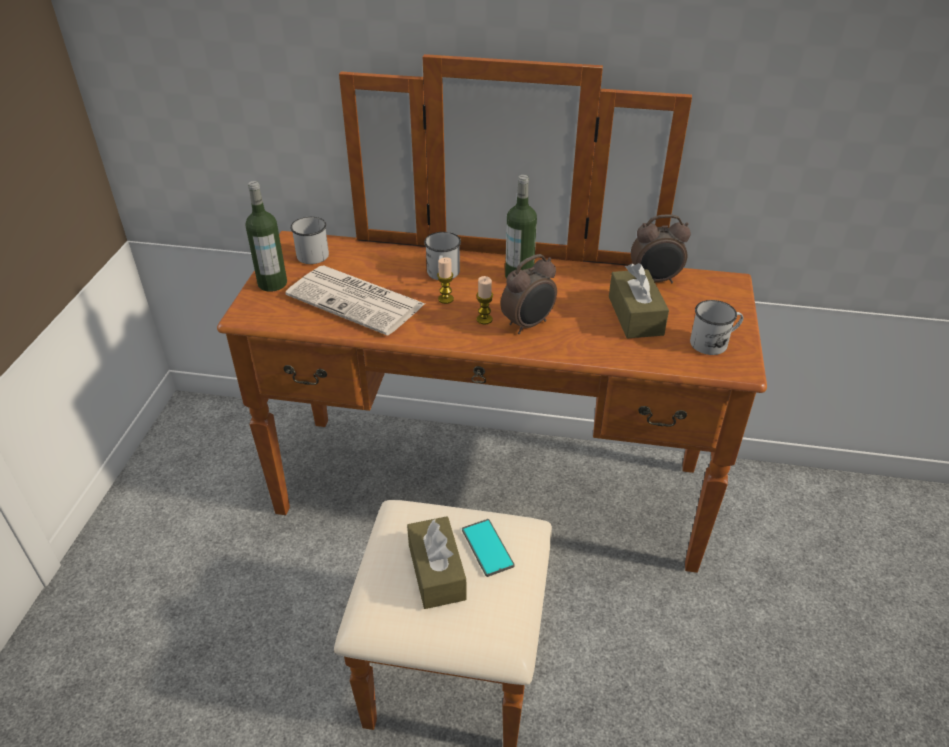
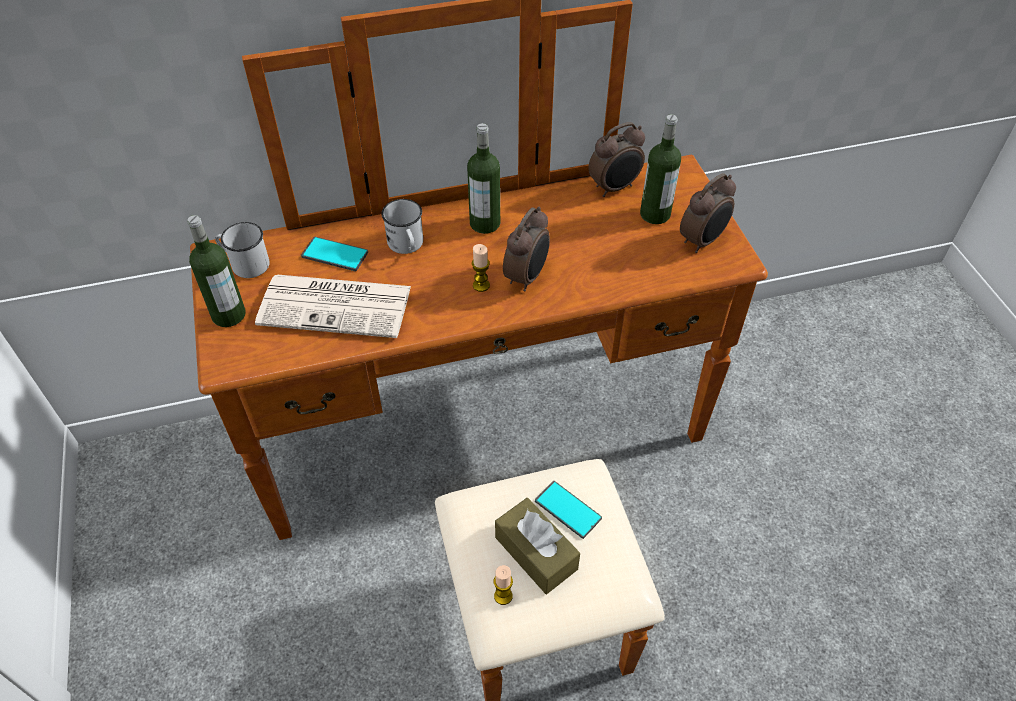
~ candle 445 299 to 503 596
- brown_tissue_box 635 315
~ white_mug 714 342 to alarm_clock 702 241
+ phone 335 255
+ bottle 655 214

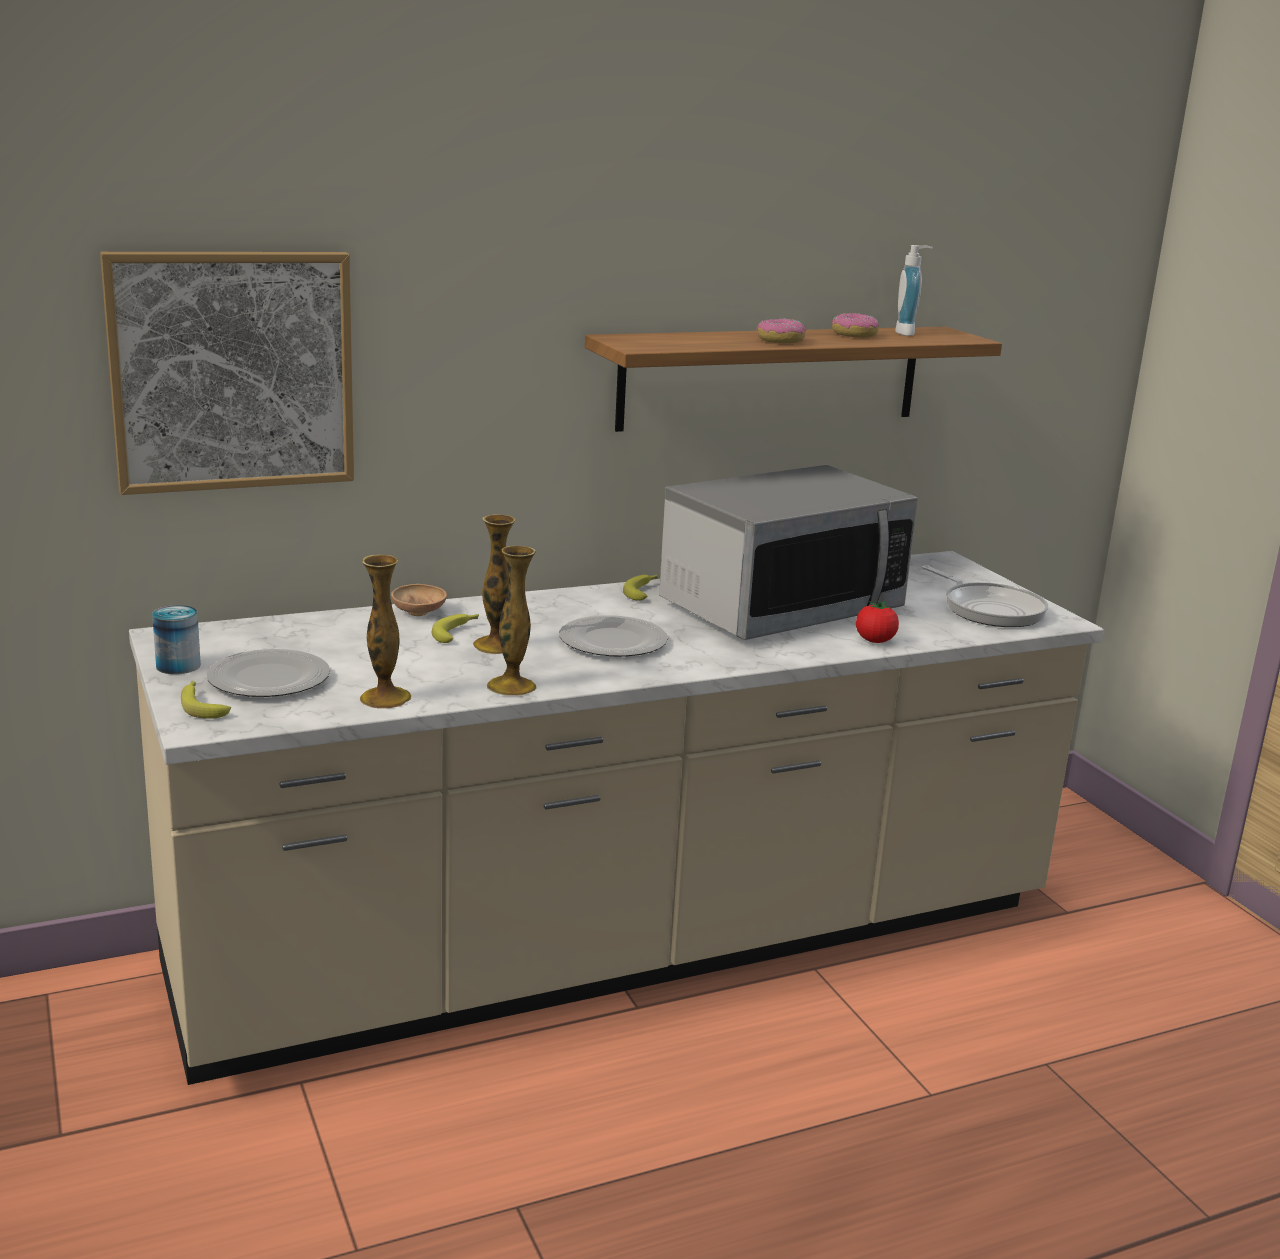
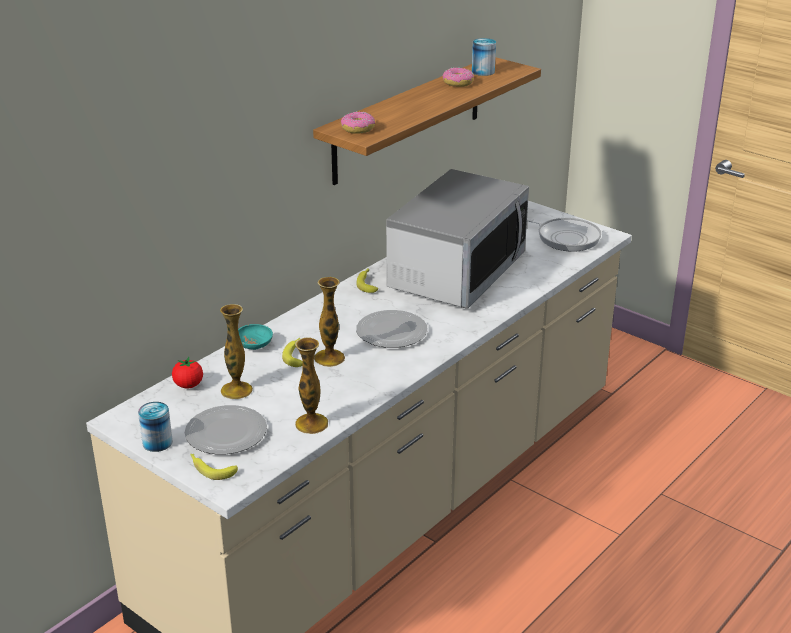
- picture 232 371
~ brown_bowl 419 612 to turquoise_bowl 254 345
~ vase 511 686 to 236 390
~ donut 780 340 to 358 129
~ tomato 875 641 to 188 385
~ soap_dispenser 908 333 to can 483 71

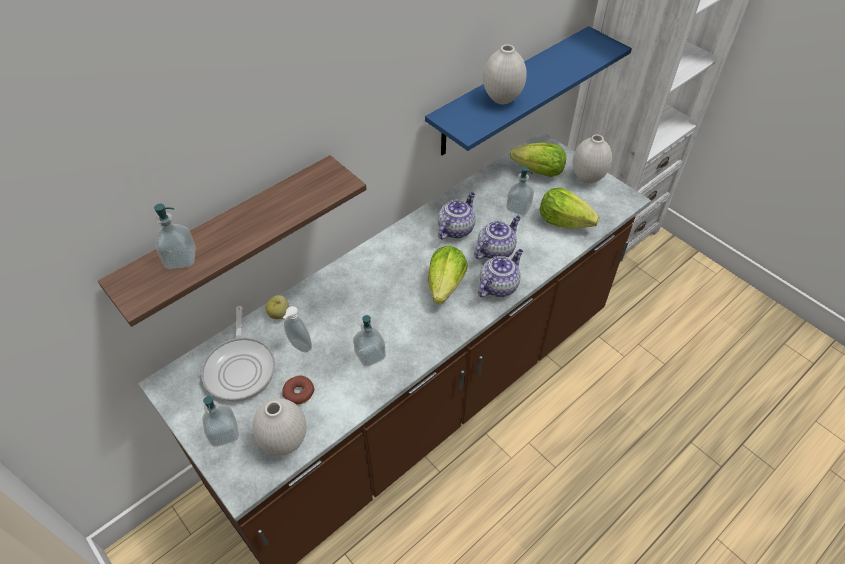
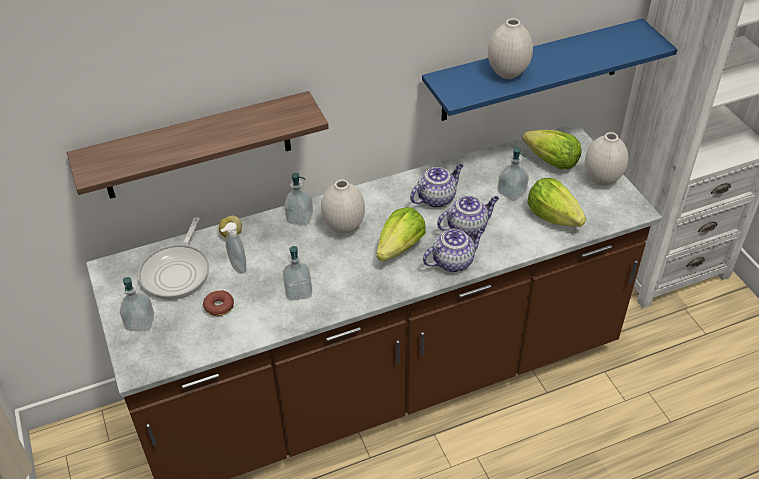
~ soap_dispenser 181 259 to 299 218
~ white_vase 284 441 to 343 227

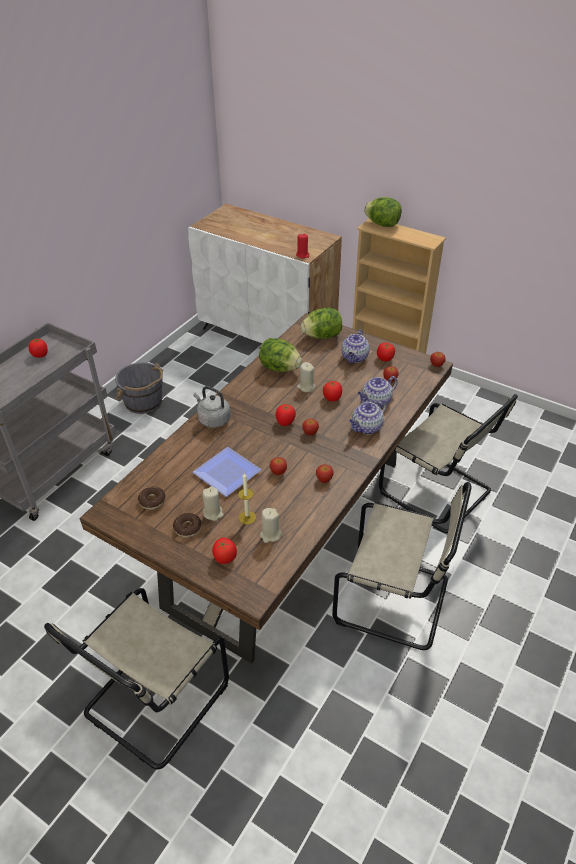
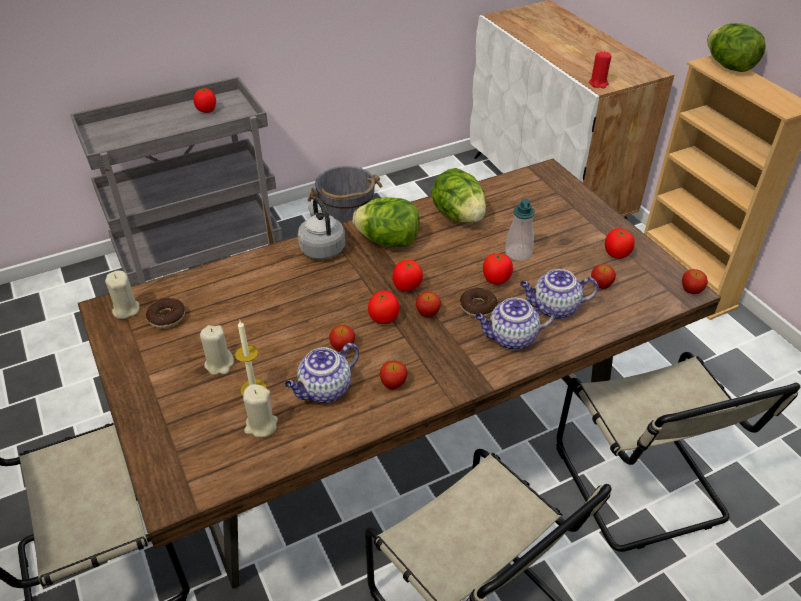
~ donut 188 528 to 478 307
- plate 227 471
~ tomato 225 558 to 383 318
~ beige_candle 306 387 to 126 309
~ lettuce 322 336 to 388 241
~ teapot 355 358 to 324 390
+ soap_dispenser 518 253

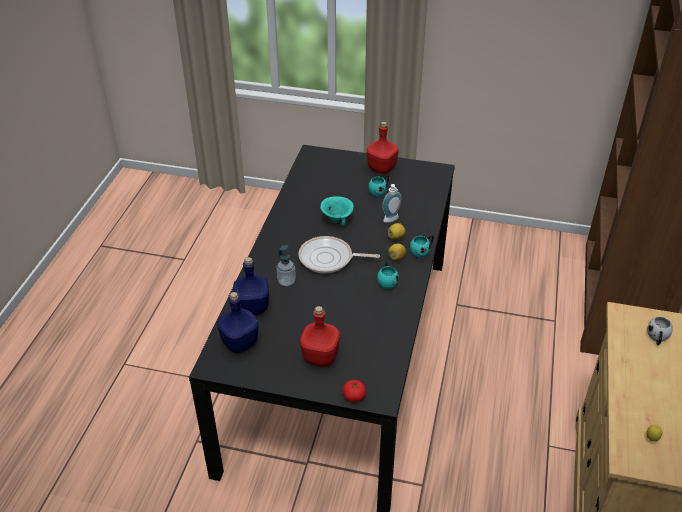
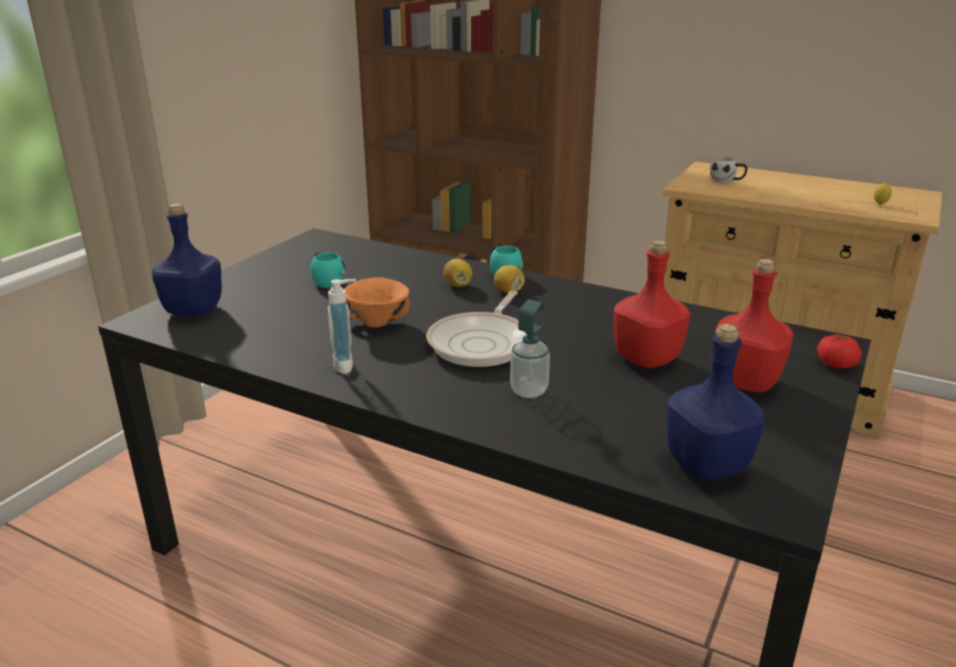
~ blue_bottle 253 308 to 195 310
~ turquoise_bowl 336 220 to orange_bowl 376 323
~ red_bottle 381 168 to 648 359
- turquoise_mug 387 281
~ soap_dispenser 392 220 to 347 364

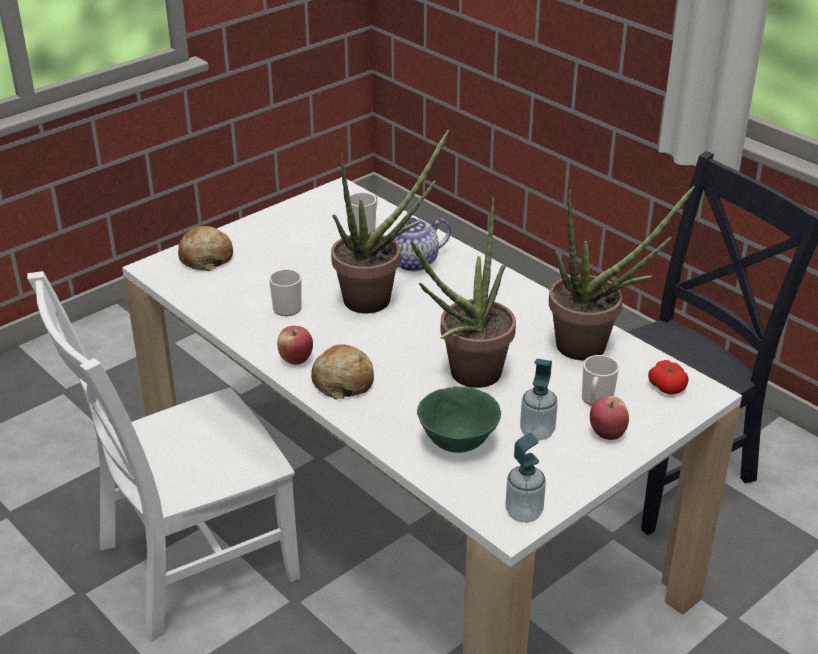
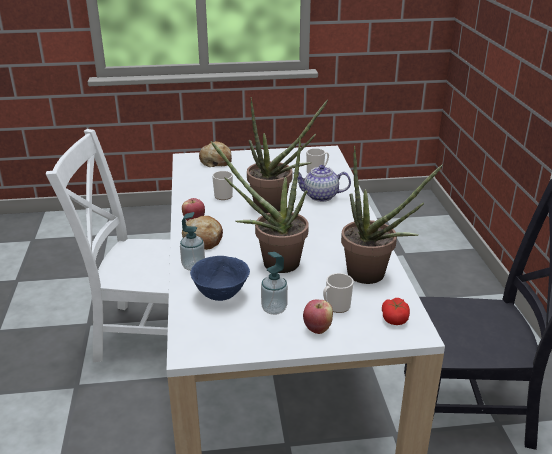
~ green_bowl 458 443 to blue_bowl 221 295
~ soap_dispenser 524 513 to 193 266

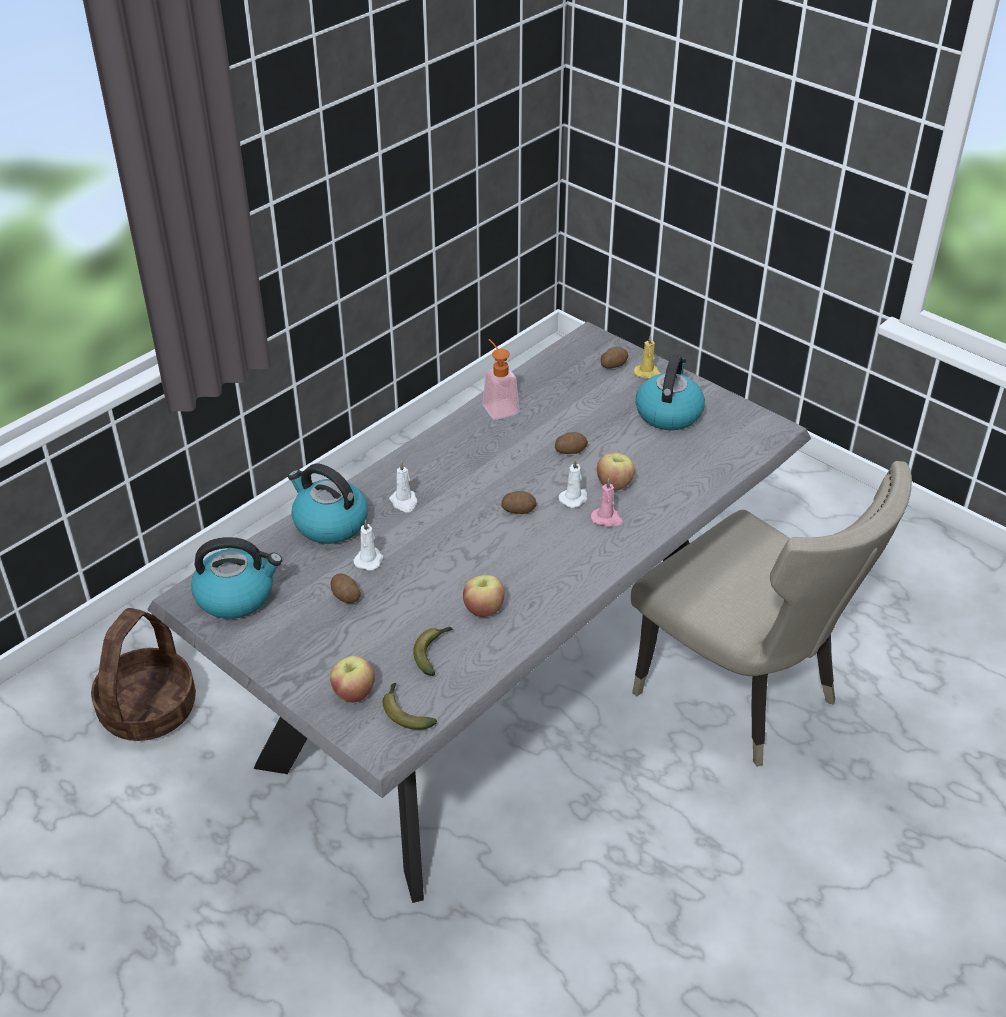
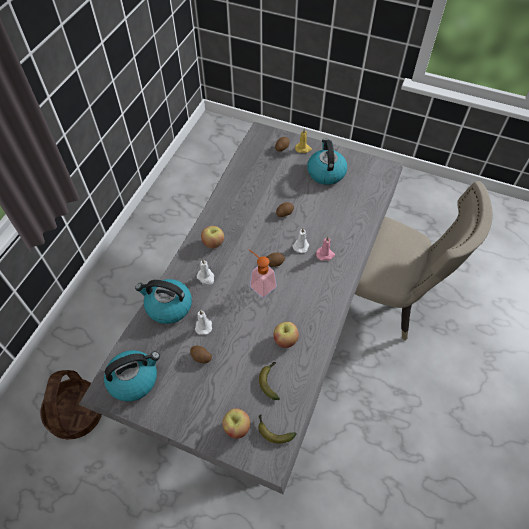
~ soap_dispenser 498 406 to 260 284
~ apple 615 484 to 213 243

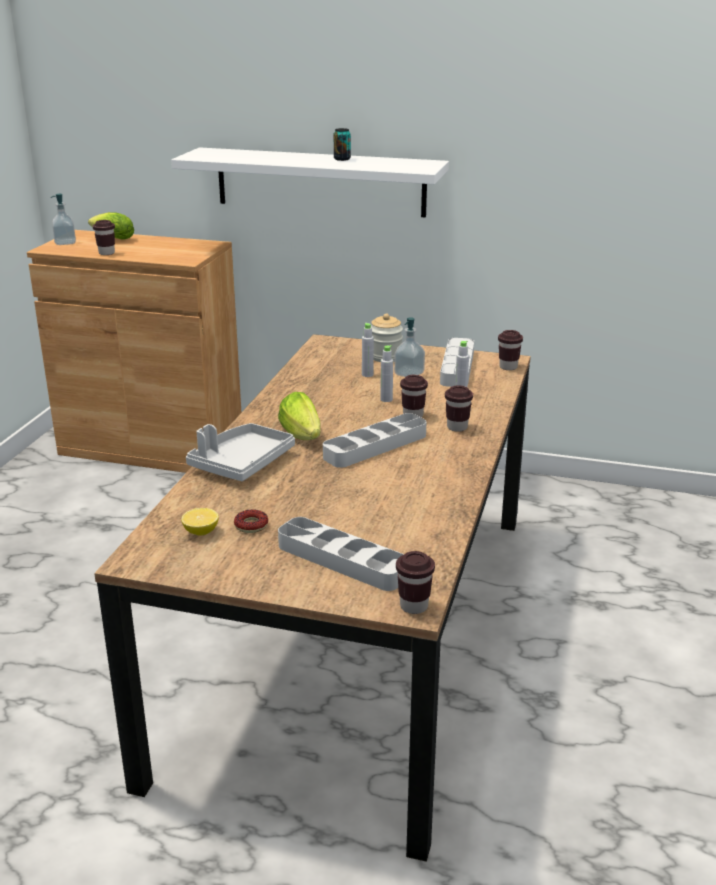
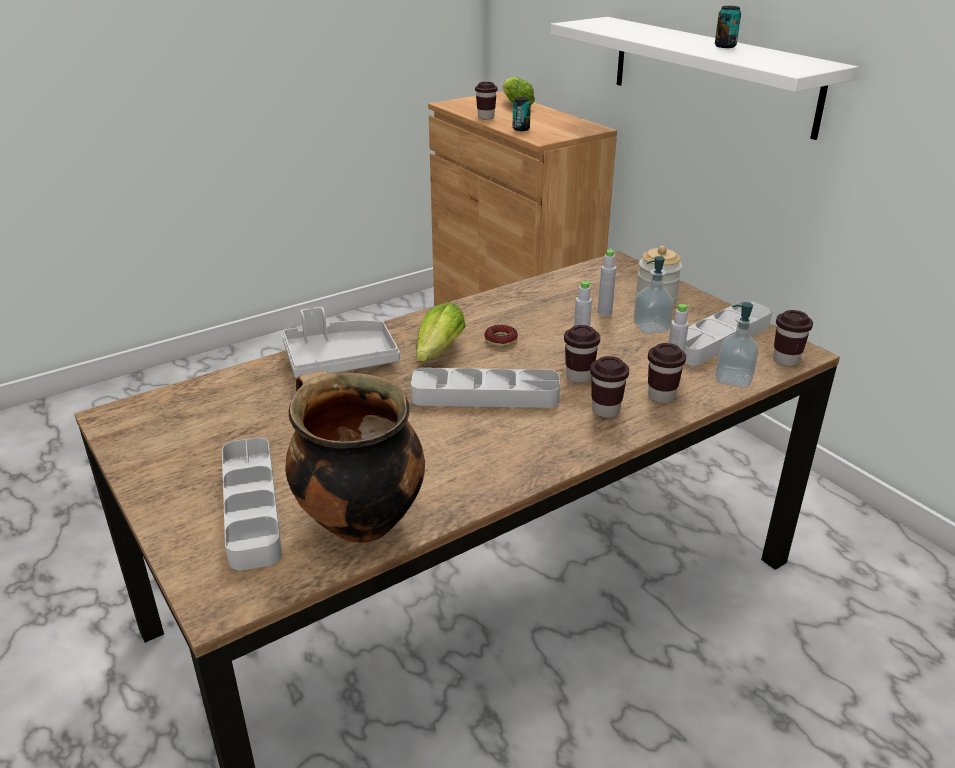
~ soap_dispenser 65 243 to 733 379
- lemon 201 532
~ donut 251 525 to 501 340
~ brown_cup 414 606 to 661 396
+ cooking_pot 357 520
+ can 521 129

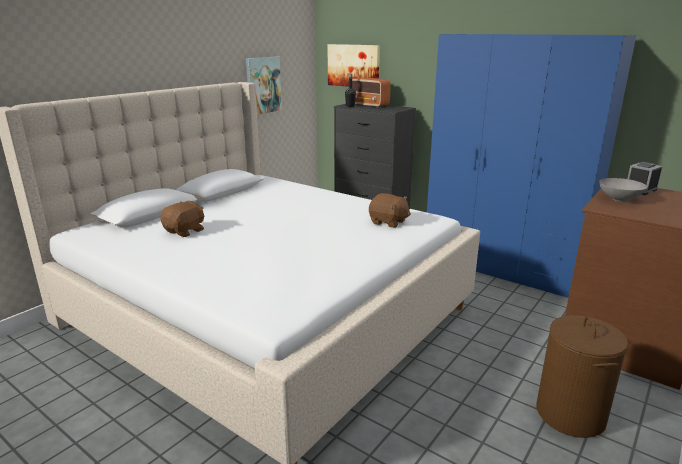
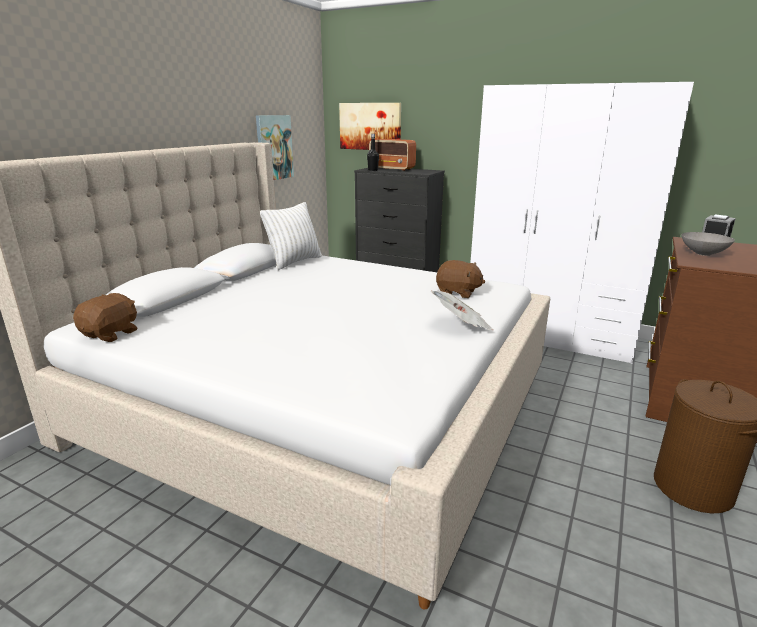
~ brown_plush_toy 185 231 to 111 334
~ blue_wardrobe 502 267 to white_wardrobe 548 335
+ white_pillow 294 262
+ newspaper 461 325

